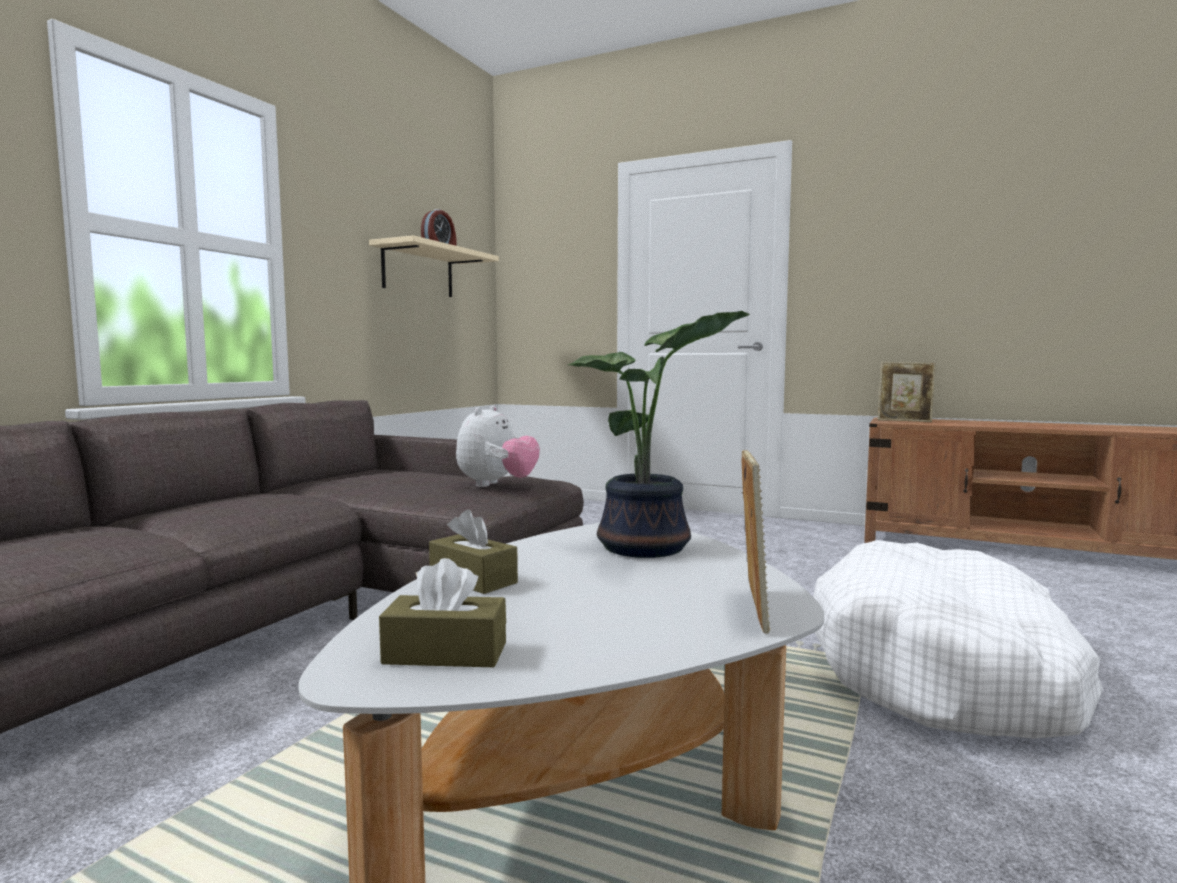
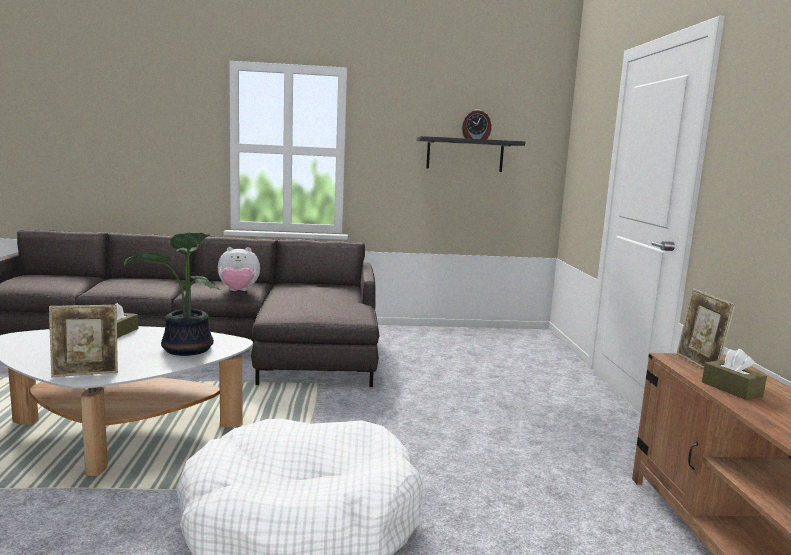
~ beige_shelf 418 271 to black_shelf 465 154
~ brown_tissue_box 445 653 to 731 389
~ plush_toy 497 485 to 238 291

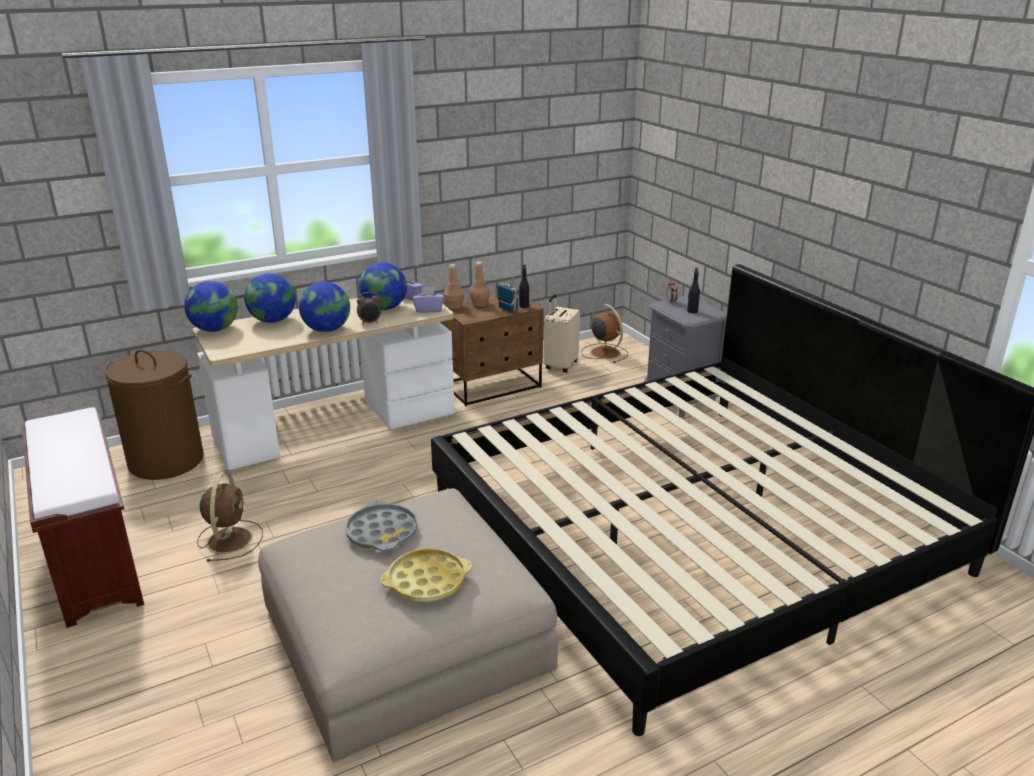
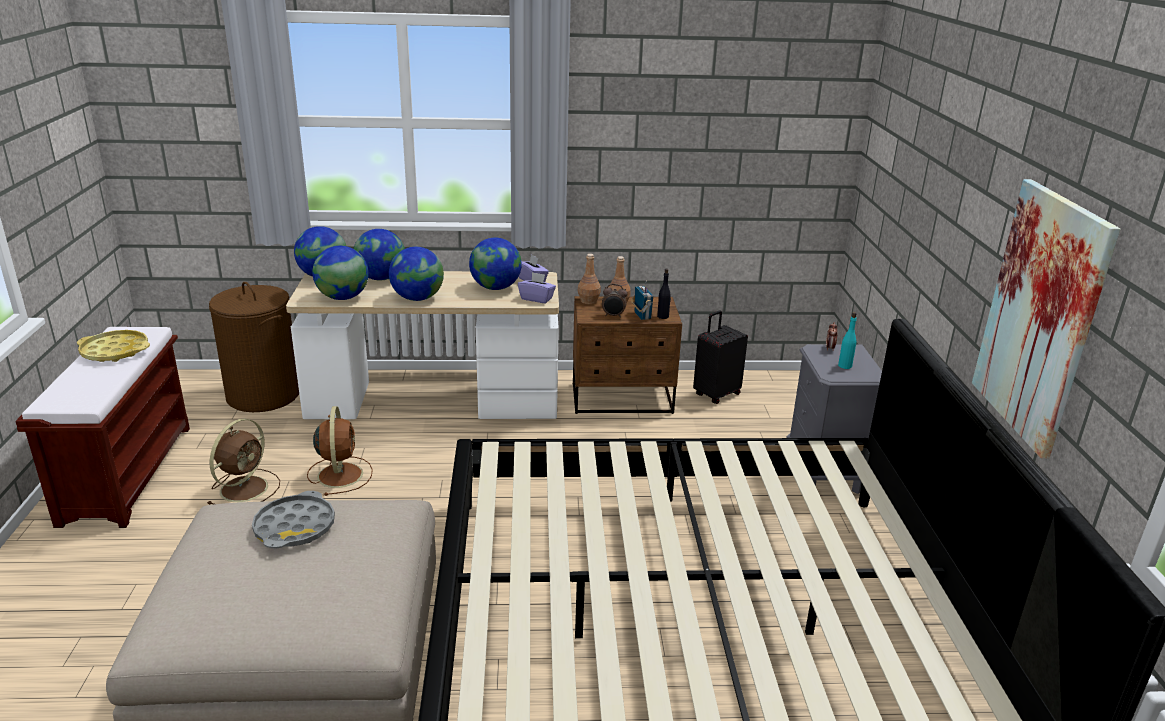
~ alarm_clock 370 323 to 613 316
~ yellow_tray 427 581 to 115 351
~ beige_suitcase 560 365 to black_suitcase 716 394
~ brown_fan 604 352 to 340 474
~ black_bottle 692 311 to turquoise_bottle 844 366
+ globe 343 297
+ picture 1040 316

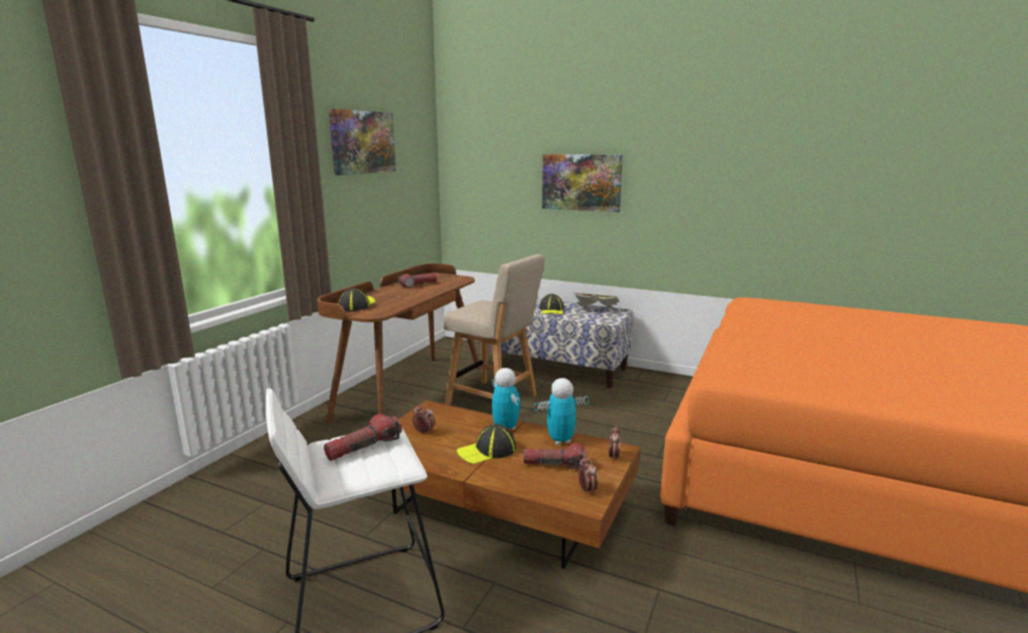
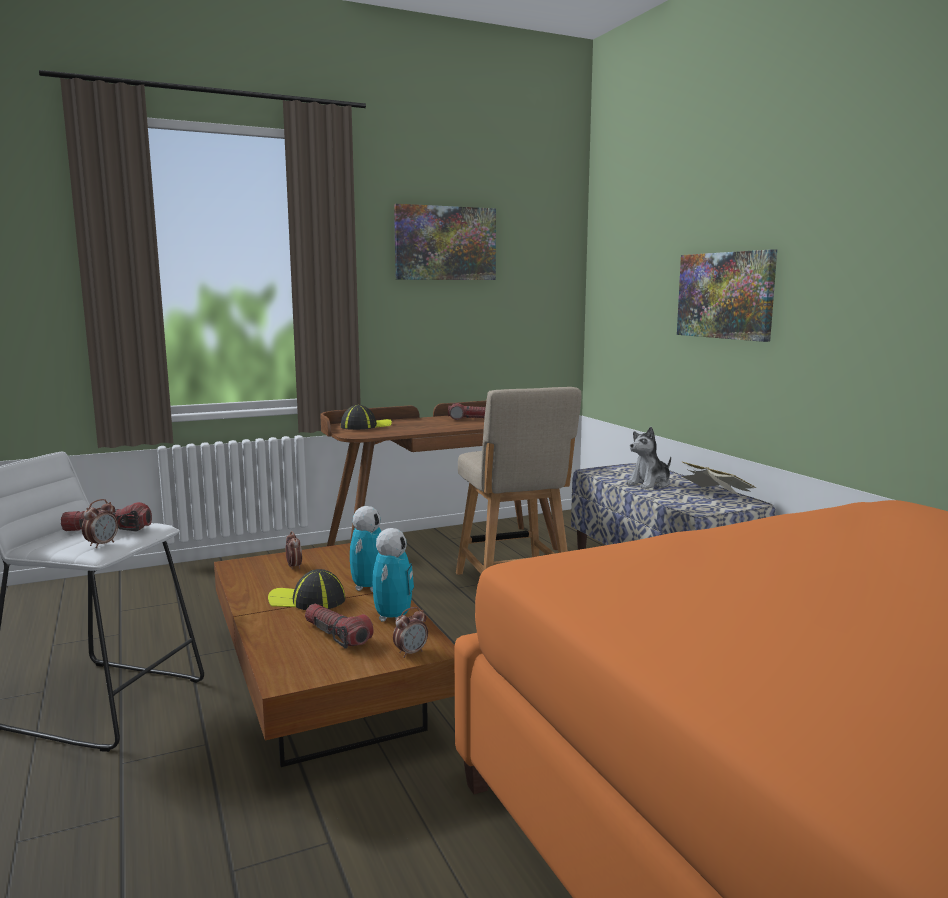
~ toy_robot 560 441 = 393 617 75 degrees clockwise
~ cap 552 310 to plush_toy 649 484
~ alarm_clock 587 490 to 102 544

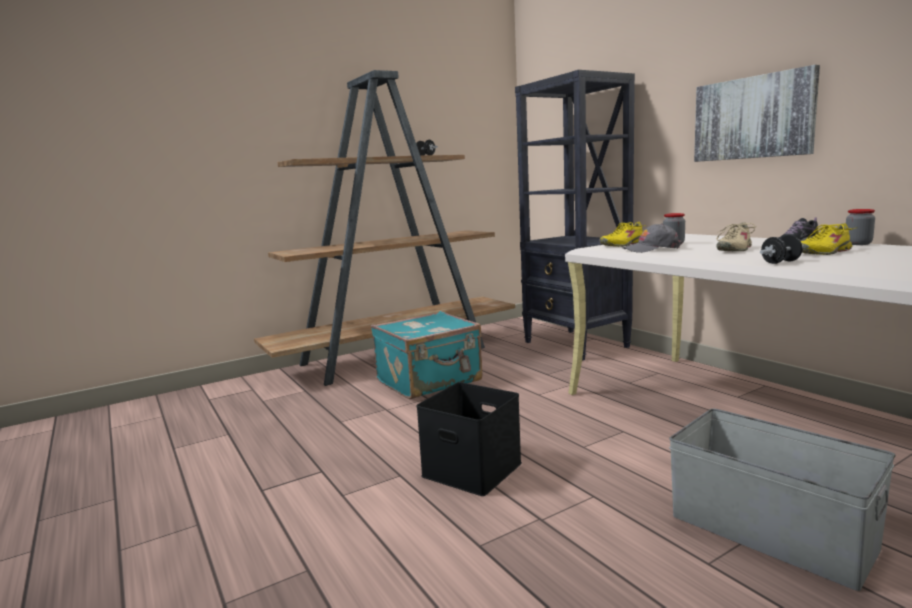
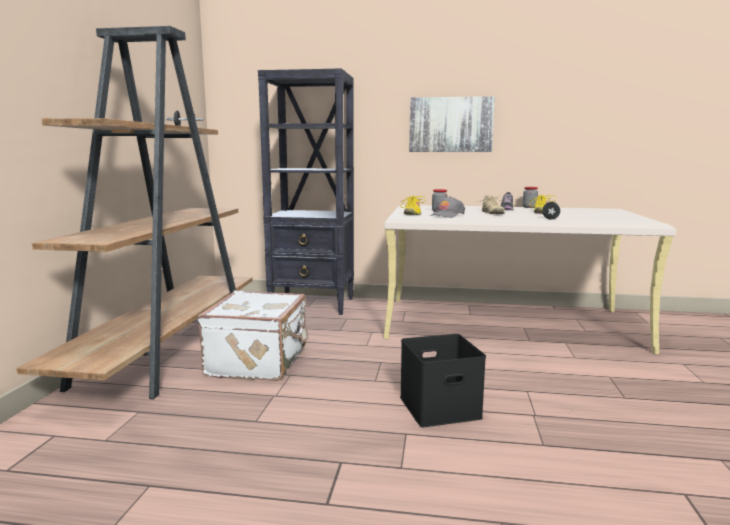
~ turquoise_suitcase 430 381 to white_suitcase 259 361
- grey_storage_box 771 532

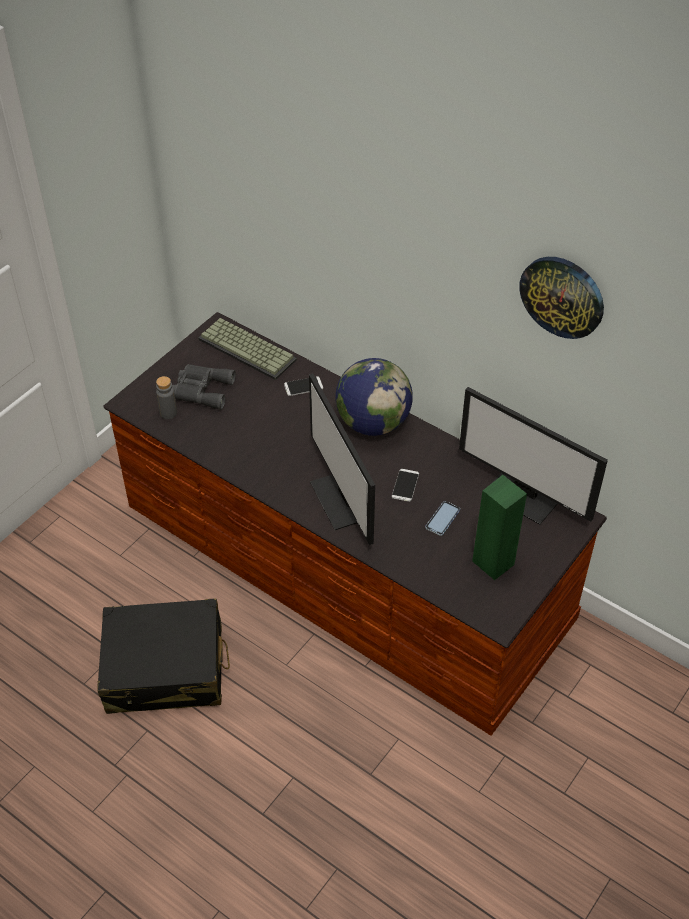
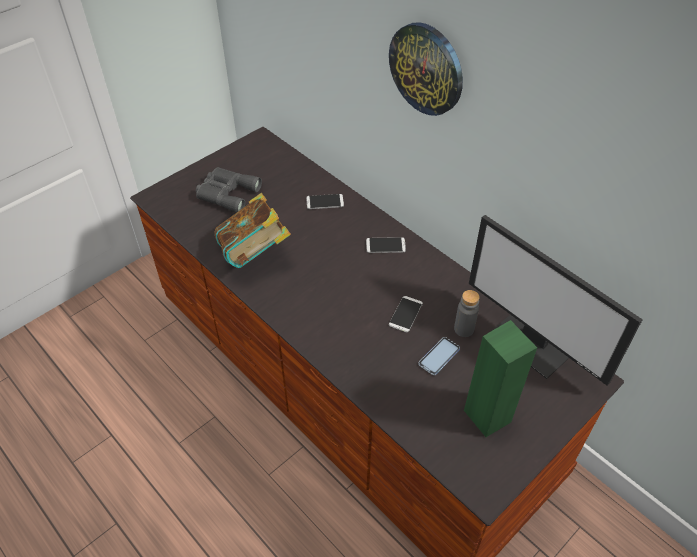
- black_suitcase 165 669
~ grey_bottle 168 413 to 464 329
- keyboard 249 349
- monitor 342 500
~ globe 373 423 to phone 385 245
~ wall_clock 562 296 to 426 69
+ book 254 253

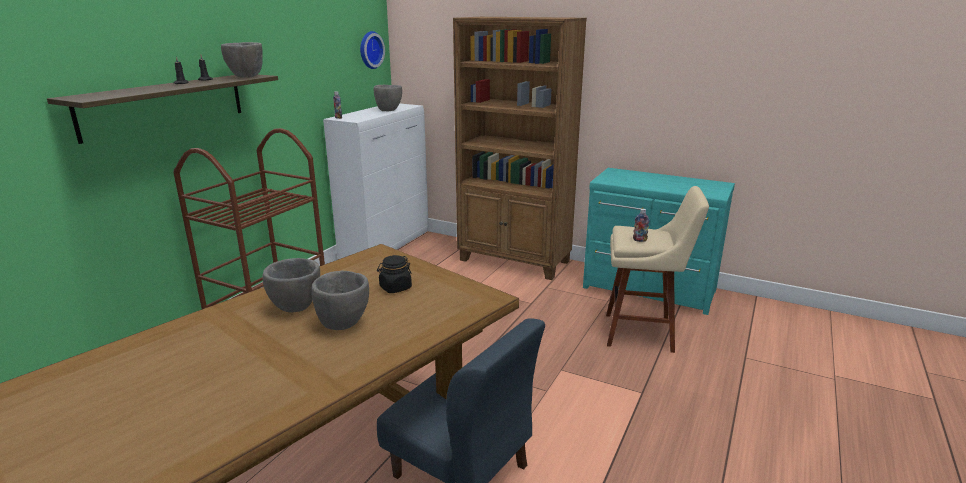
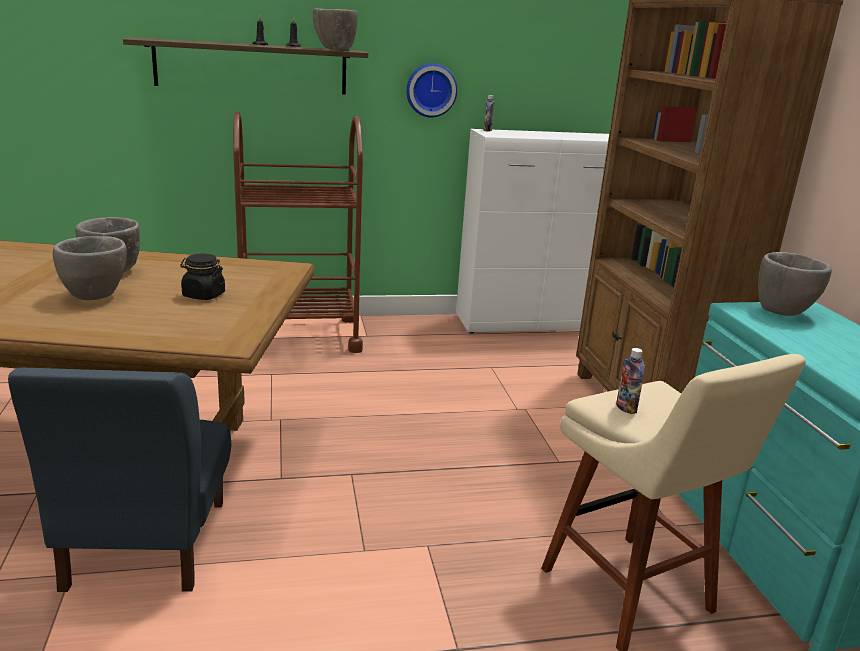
~ wall_clock 369 50 to 430 90
~ grey_bowl 388 110 to 783 311

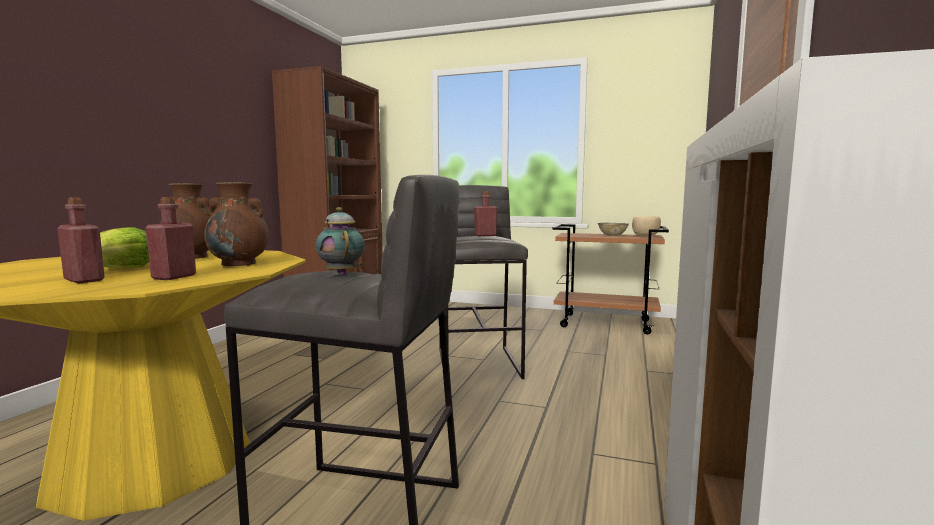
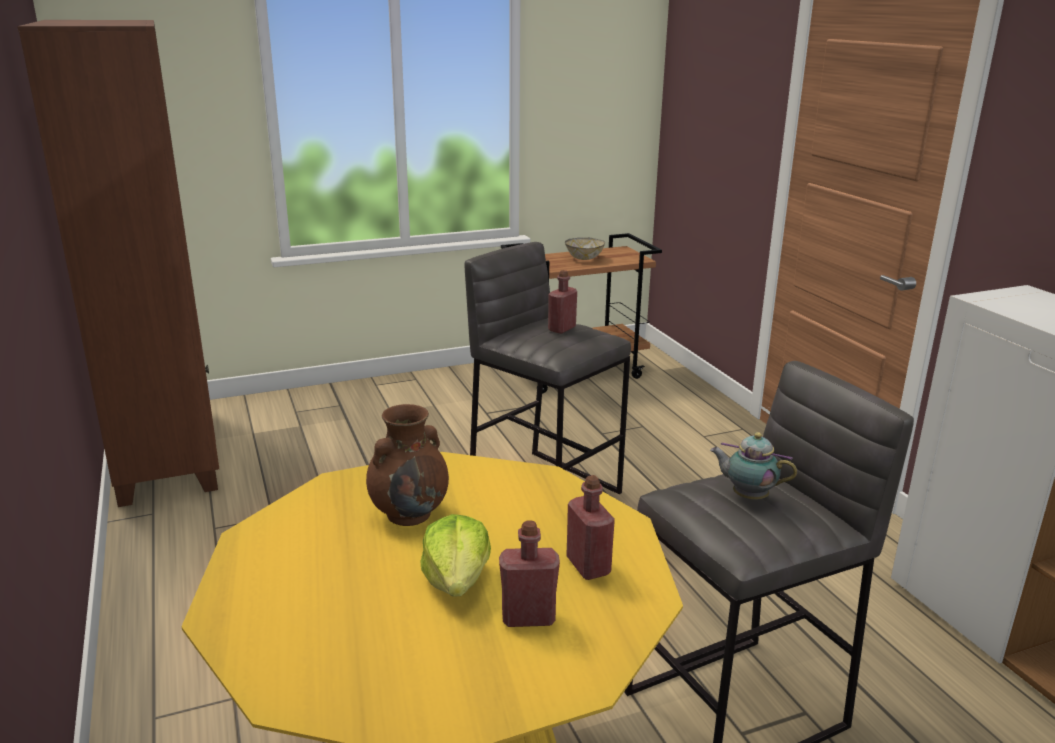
- brown_vase 240 263
- beige_bowl 646 236

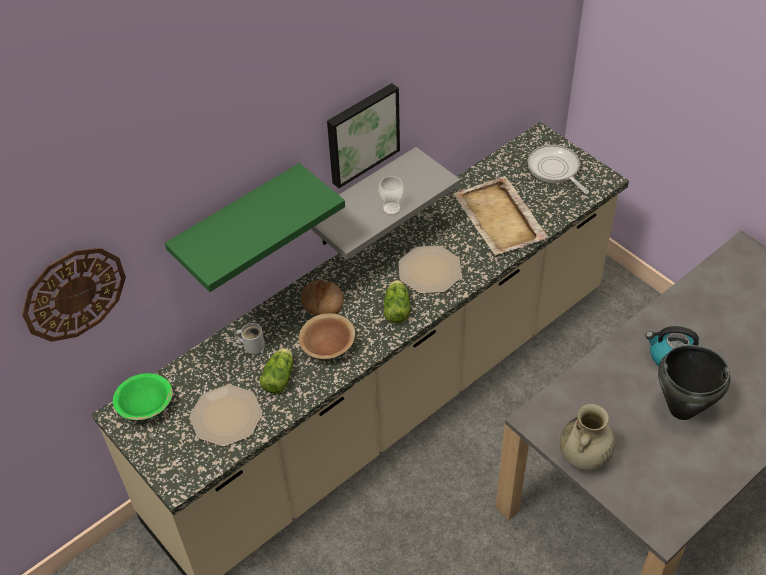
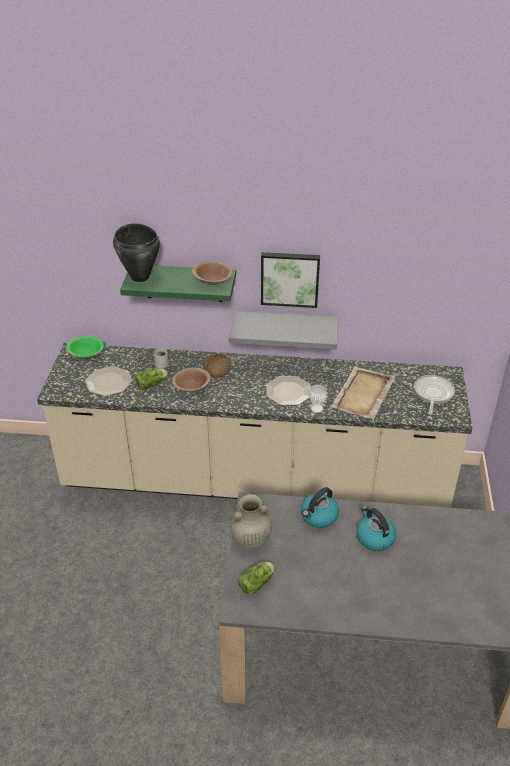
- wall_clock 74 293
~ cup 391 209 to 317 408
~ lettuce 397 308 to 257 582
~ black_cooking_pot 681 408 to 140 277
+ brown_bowl 212 281
+ kettle 319 517

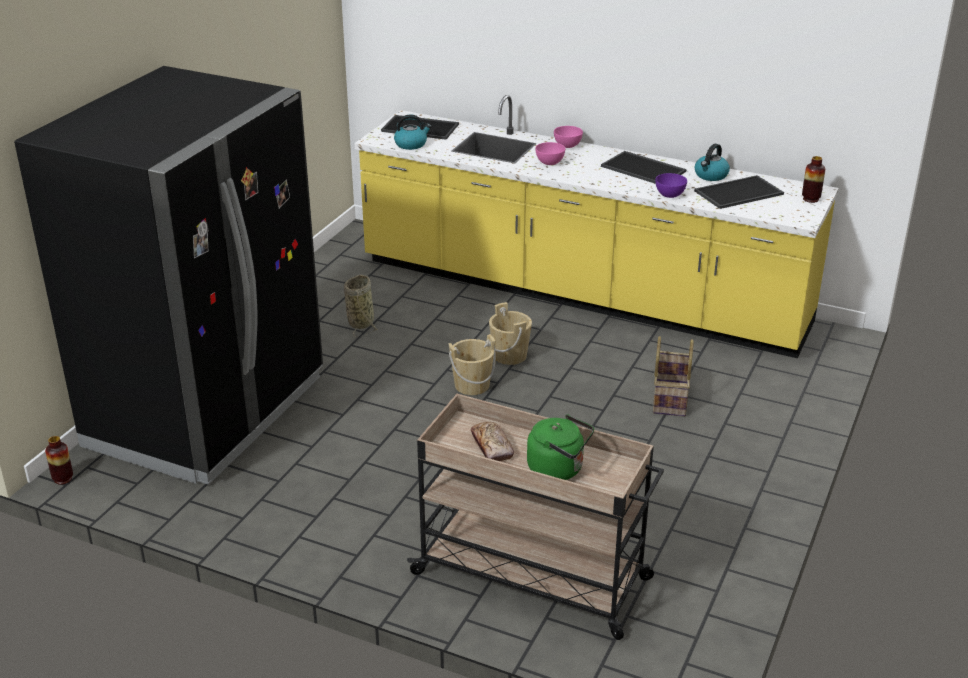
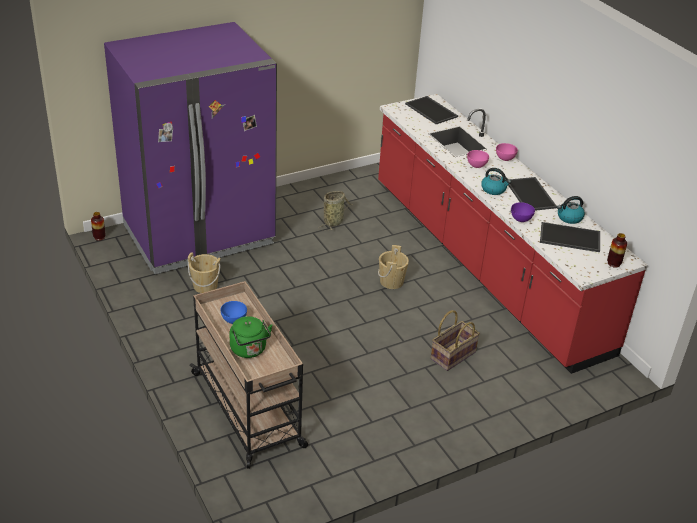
~ black_fridge 208 412 to purple_fridge 199 235
~ yellow_counter 581 293 to red_counter 484 264
~ kettle 411 144 to 494 189
~ beige_bucket 472 385 to 205 286
~ bread 492 447 to blue_bowl 234 320

